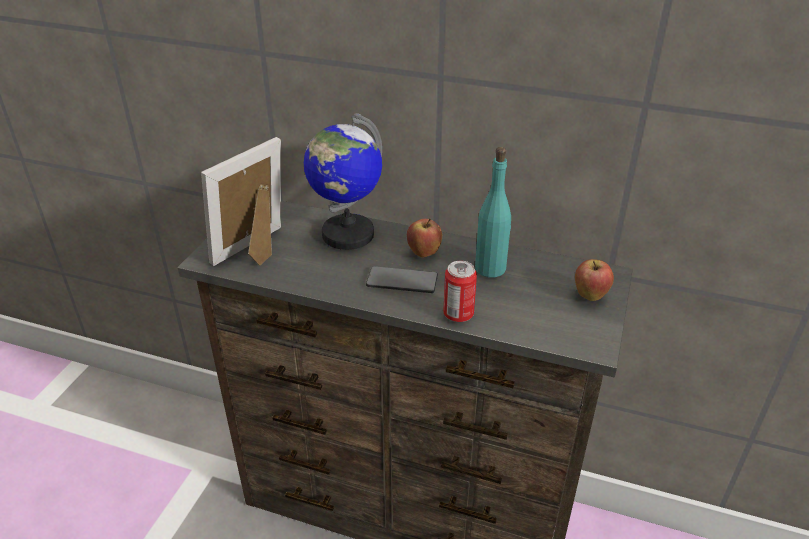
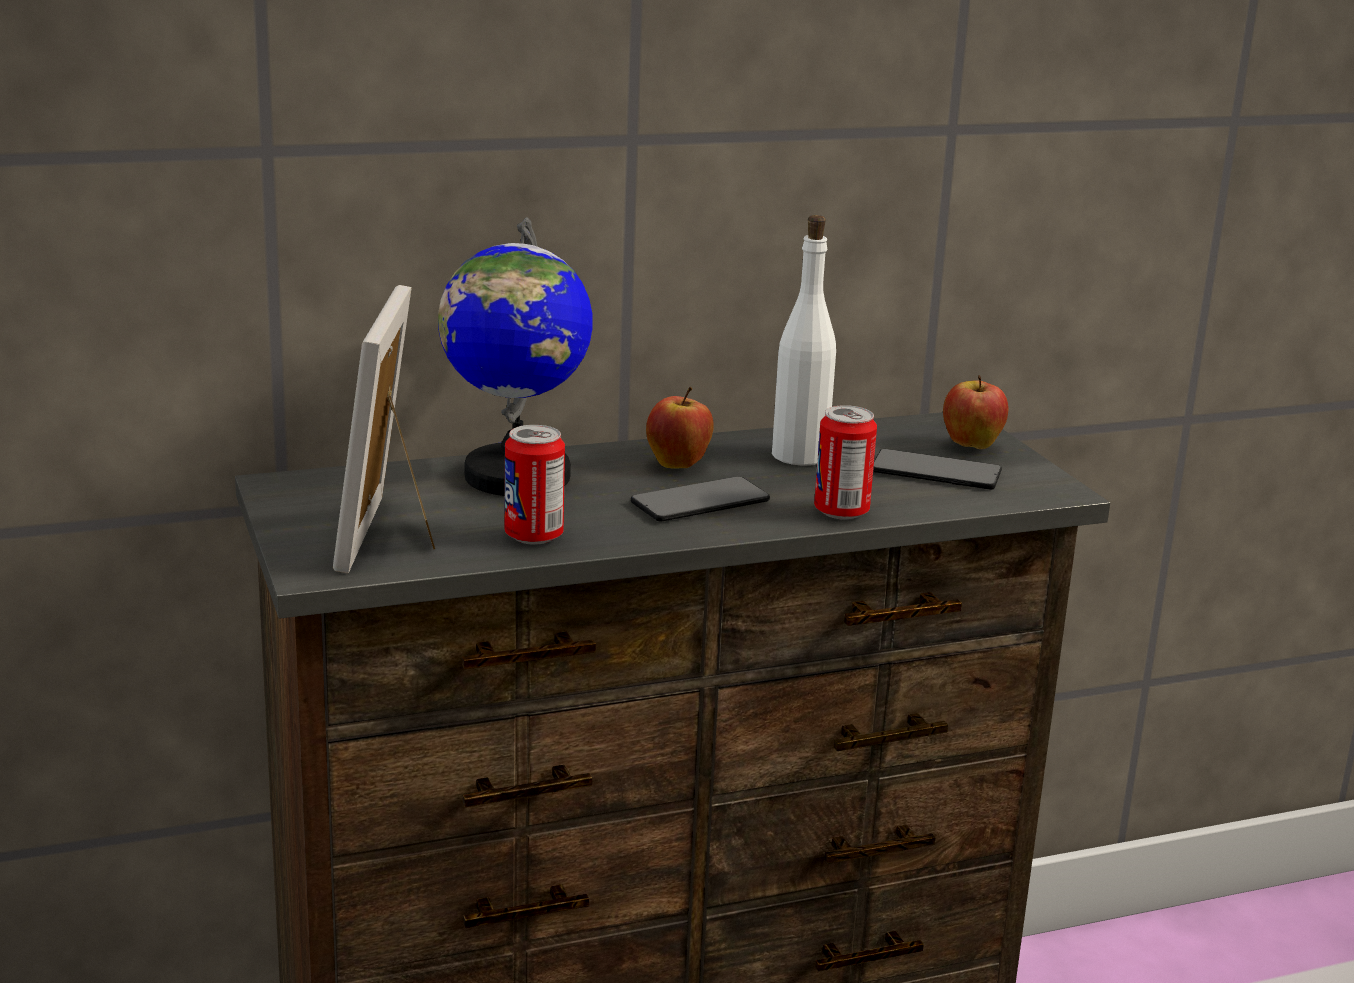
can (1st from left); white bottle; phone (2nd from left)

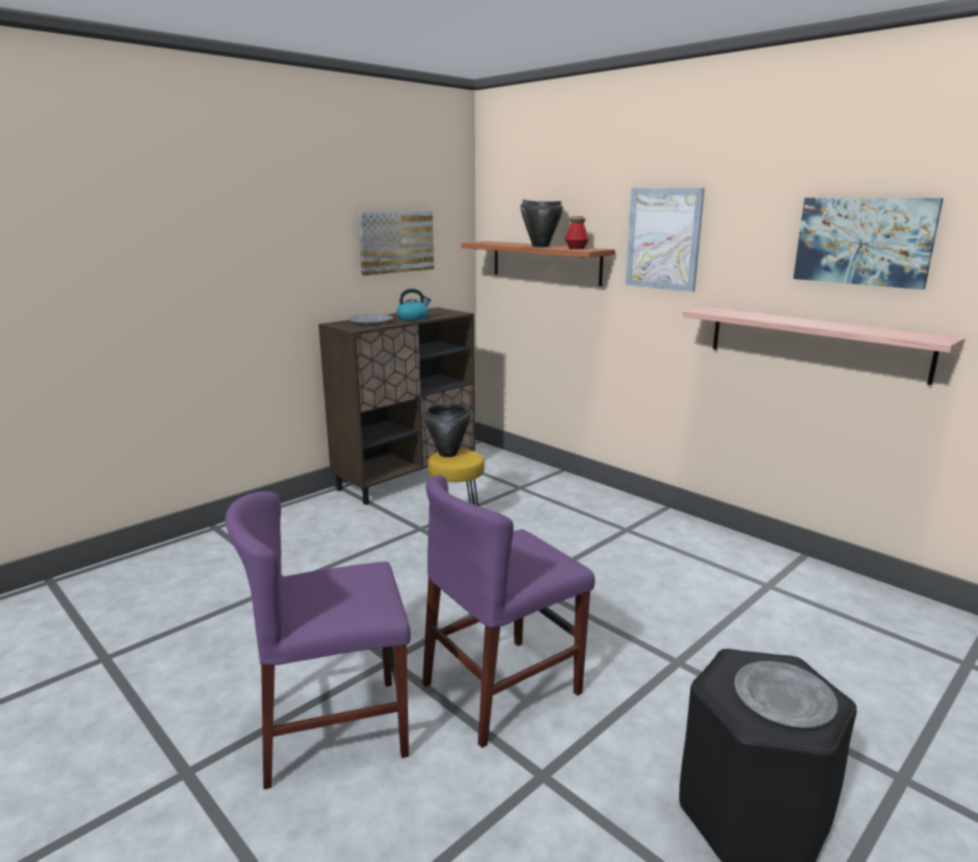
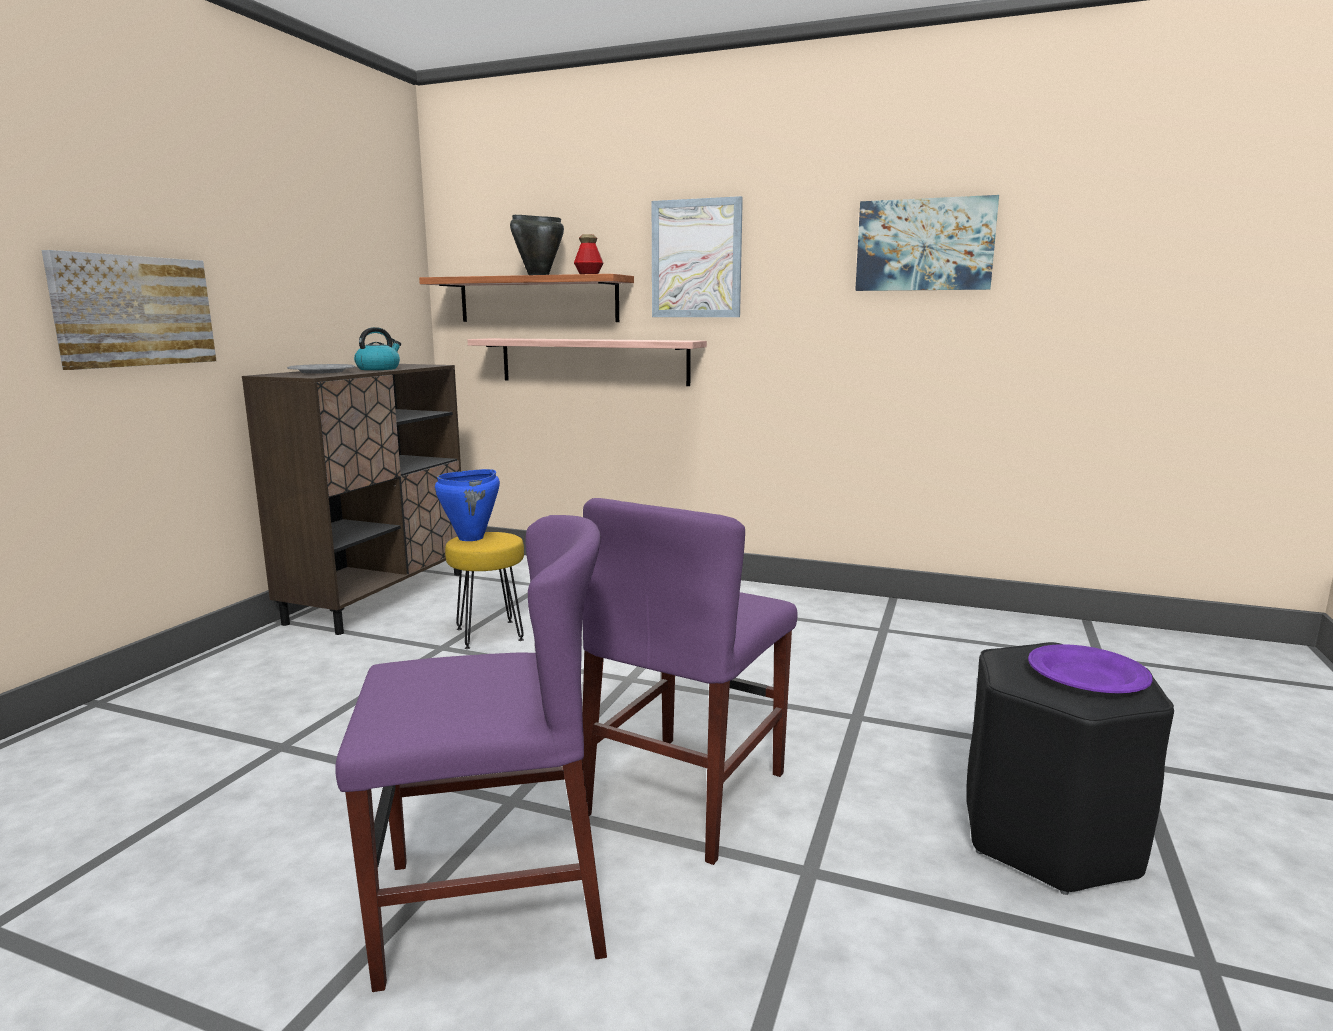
picture (1st from left); purple chair (1st from left); blue cooking pot; shelf (2nd from left); purple plate

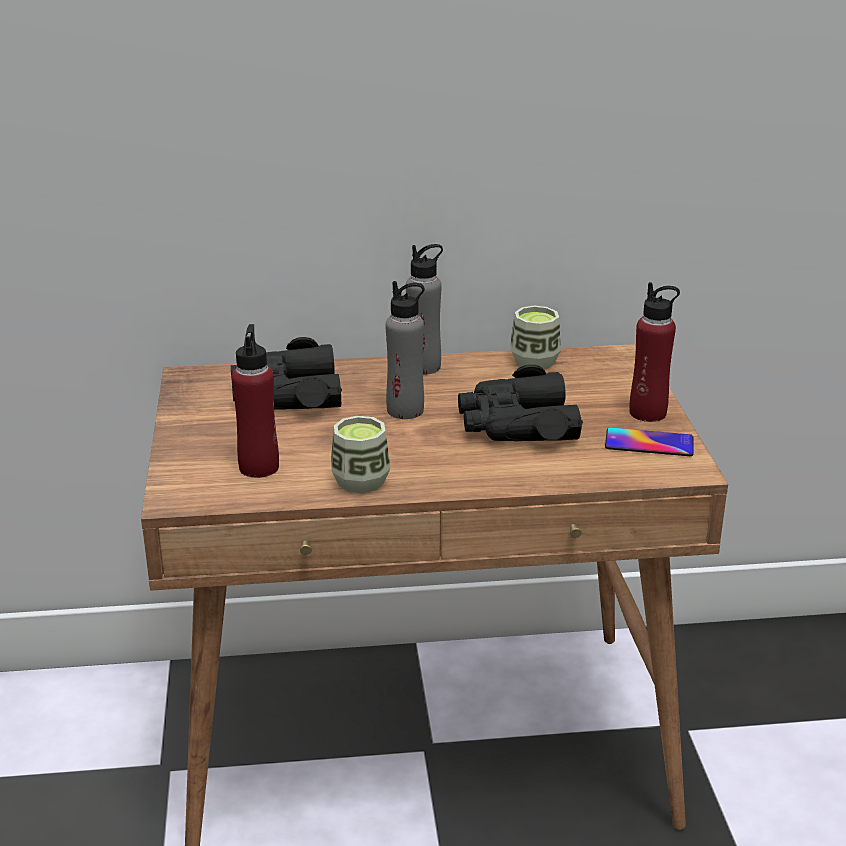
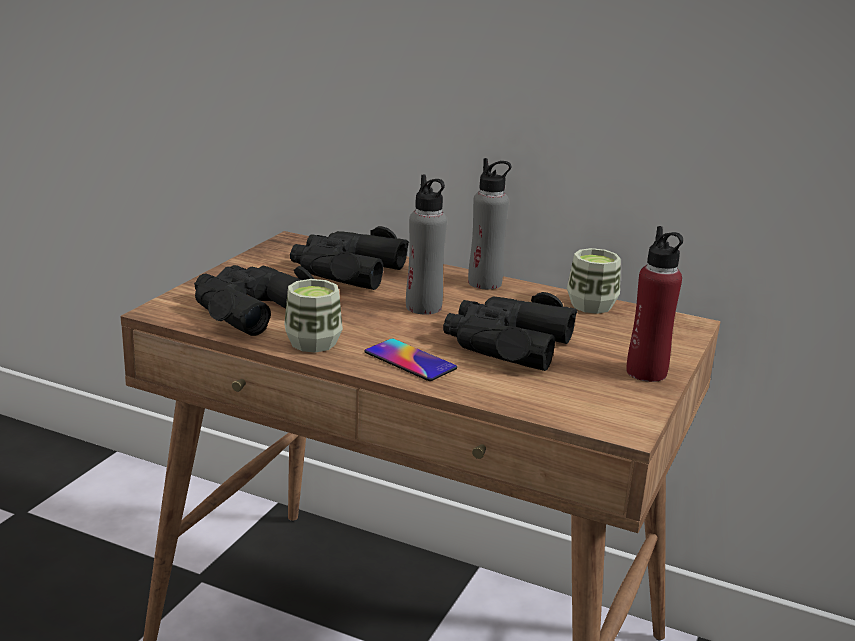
black binoculars (1st from left); phone

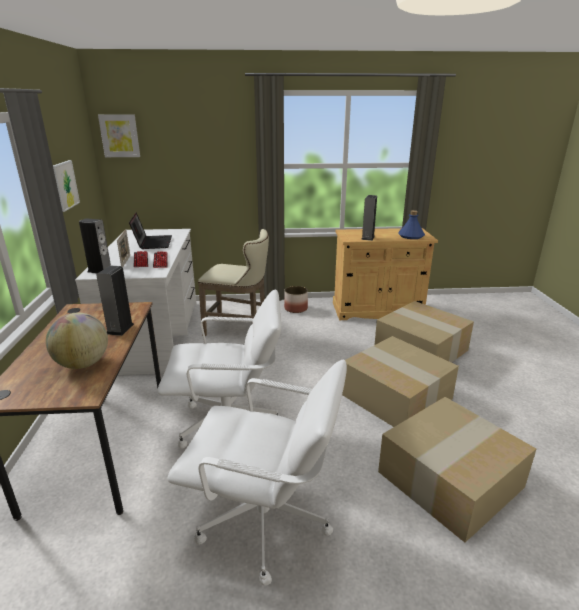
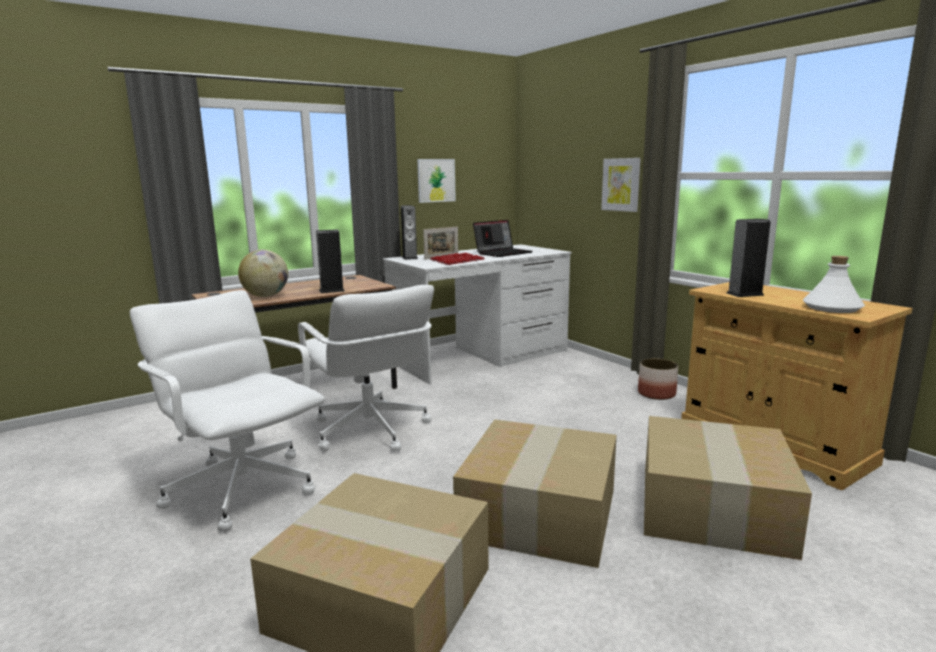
white office chair (1st from left); picture (2nd from left); white bottle; beige stool

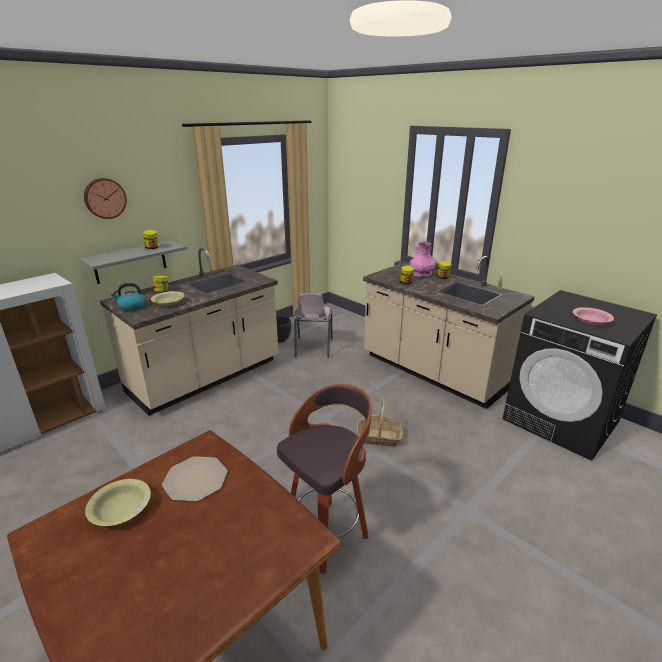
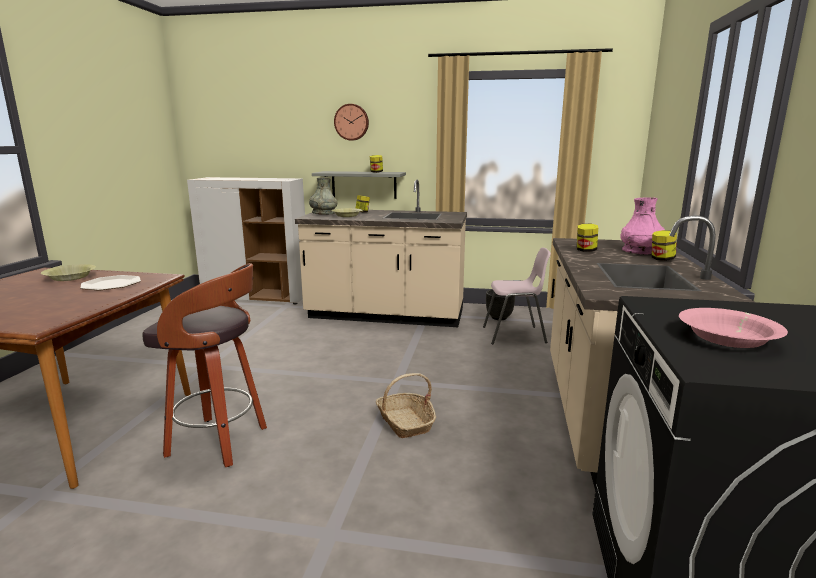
grey vase; pink chair

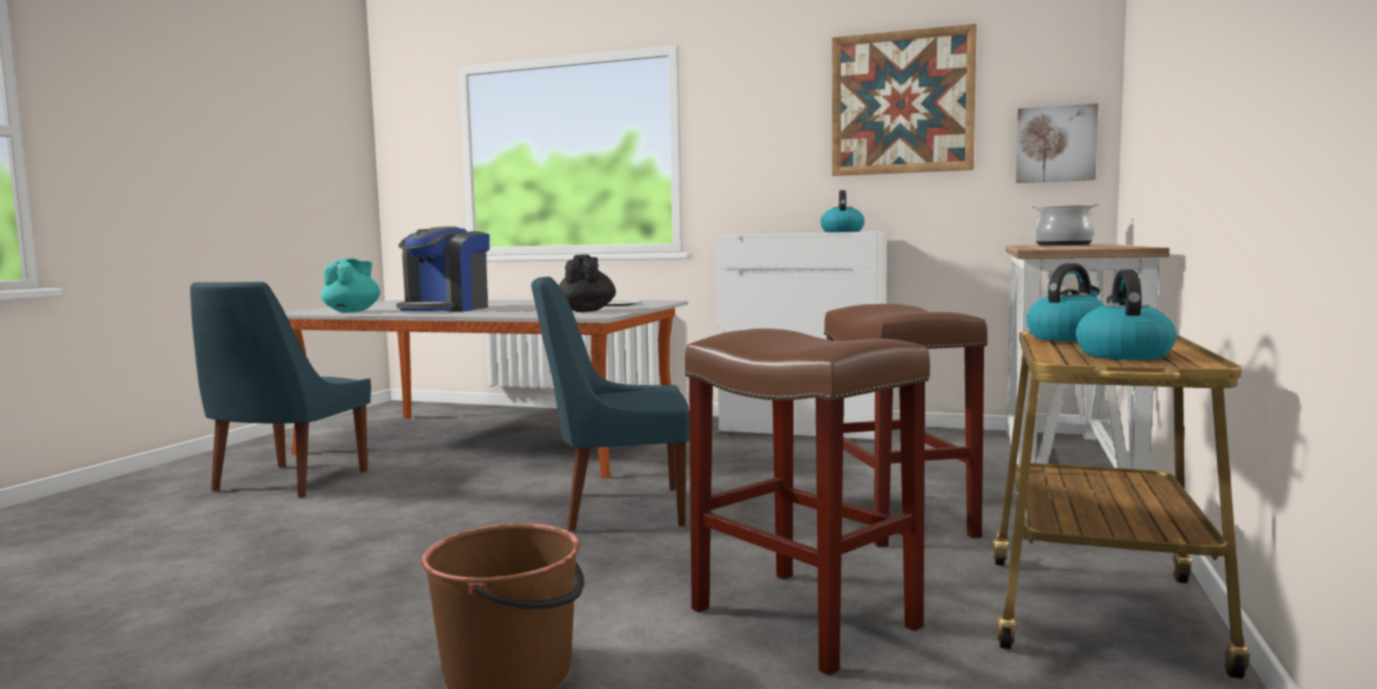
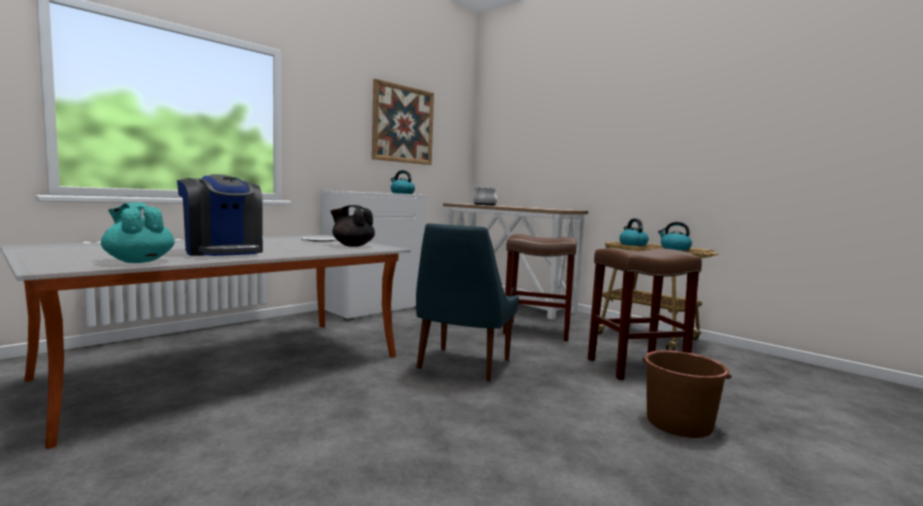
blue chair (1st from left in the first image); picture (2nd from left in the first image)

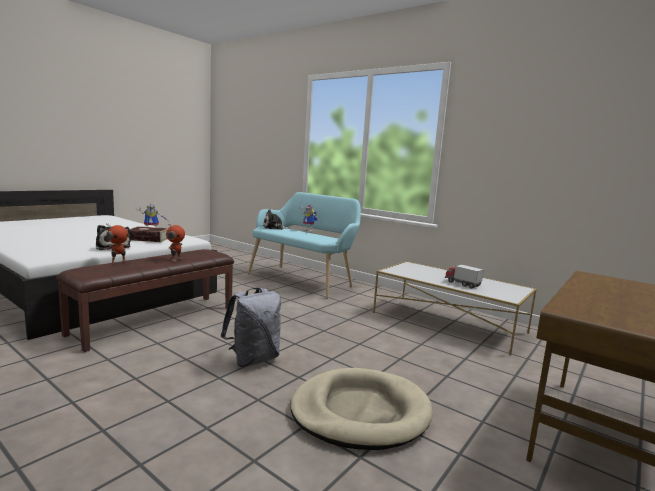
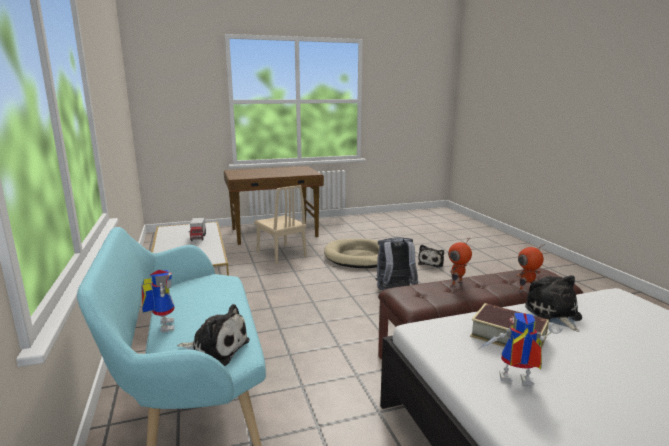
beige chair; plush toy (2nd from left)

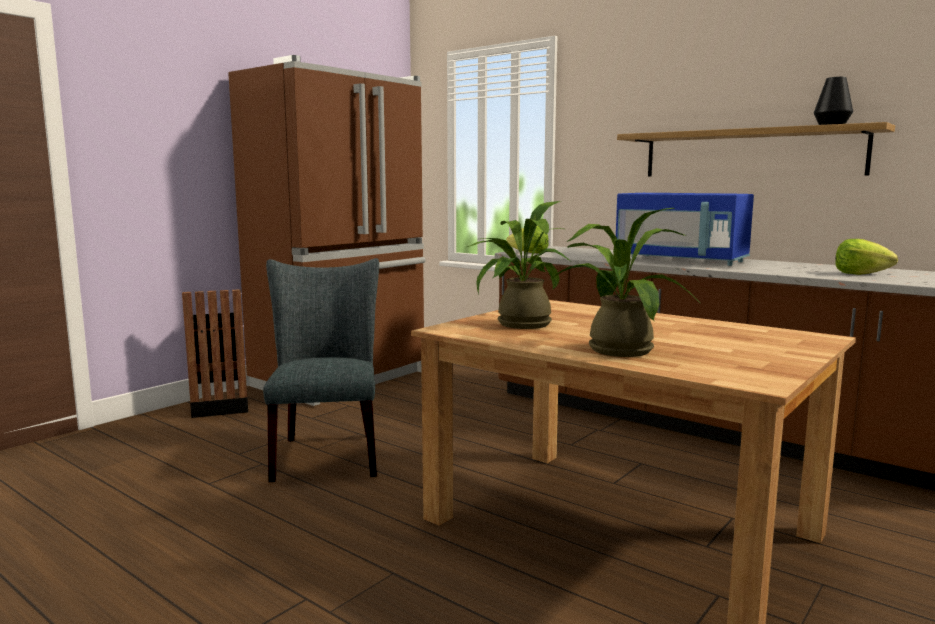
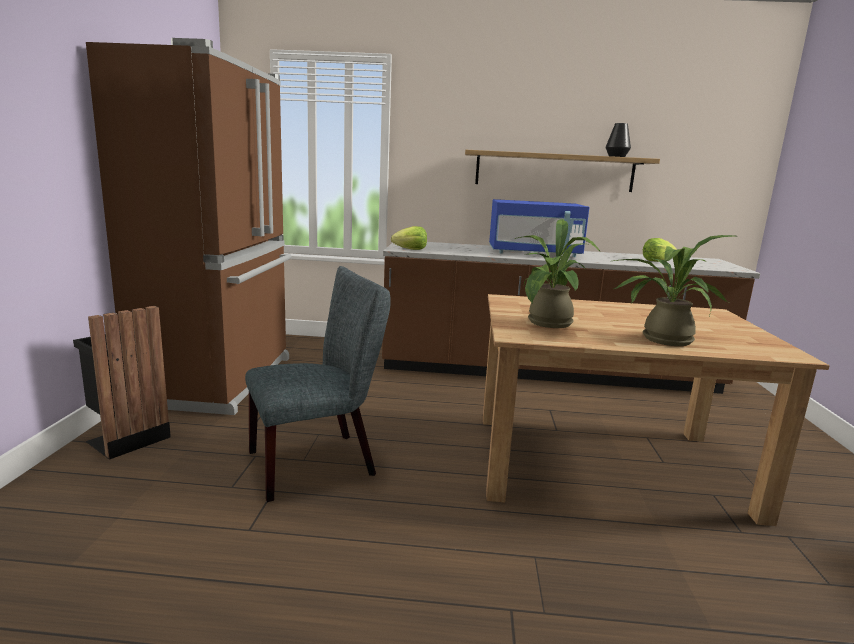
grey chair

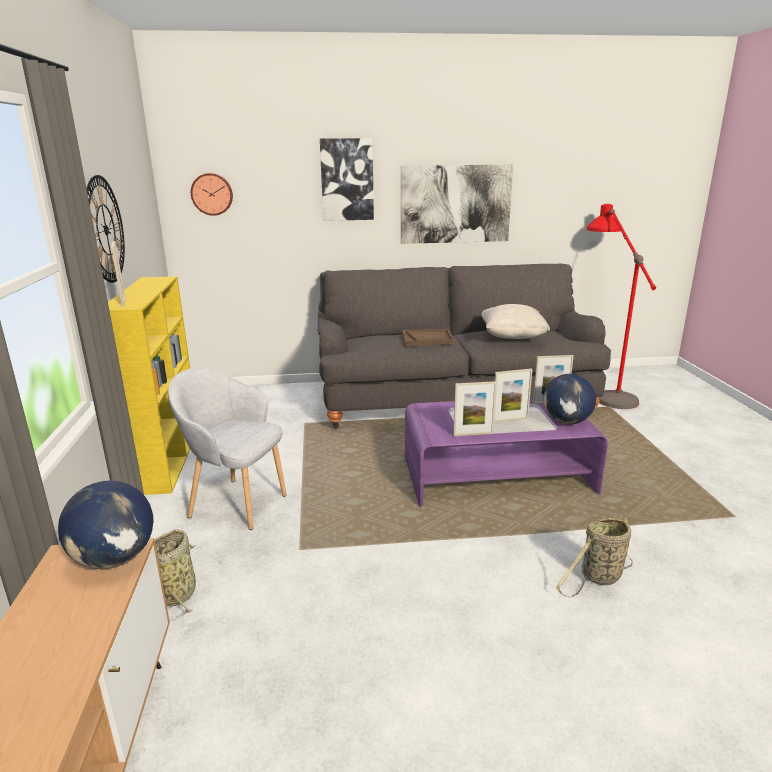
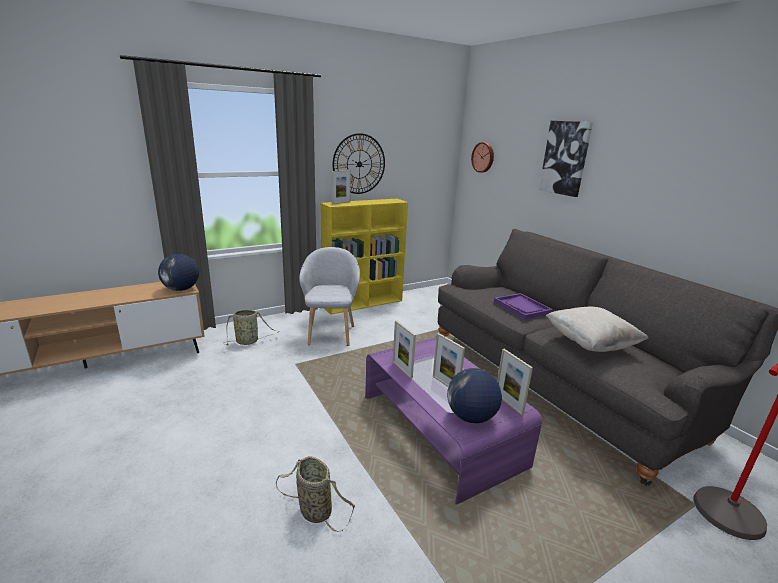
purple tray; picture (2nd from left in the first image)

